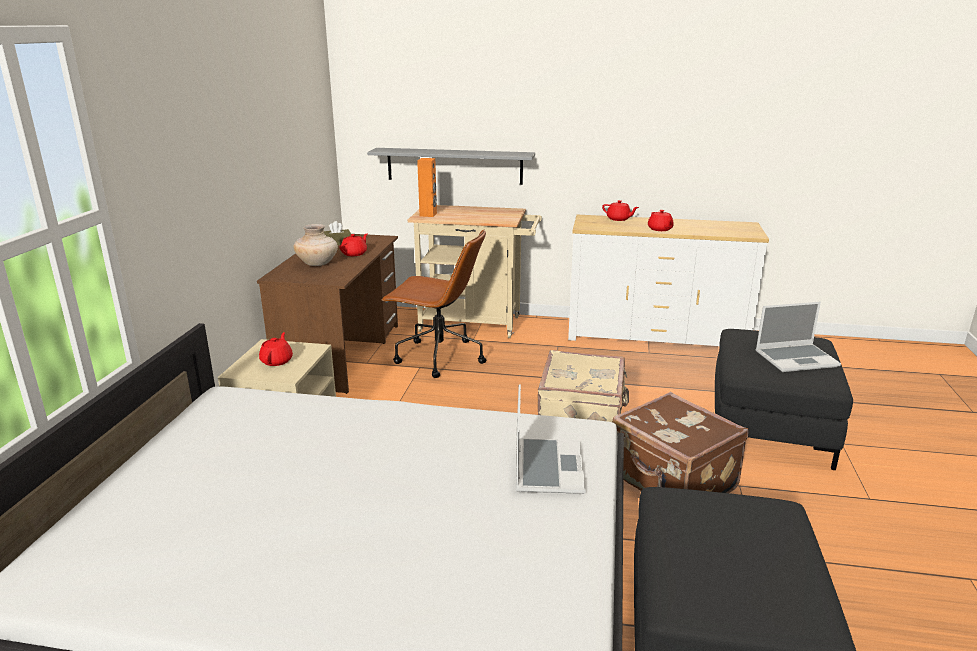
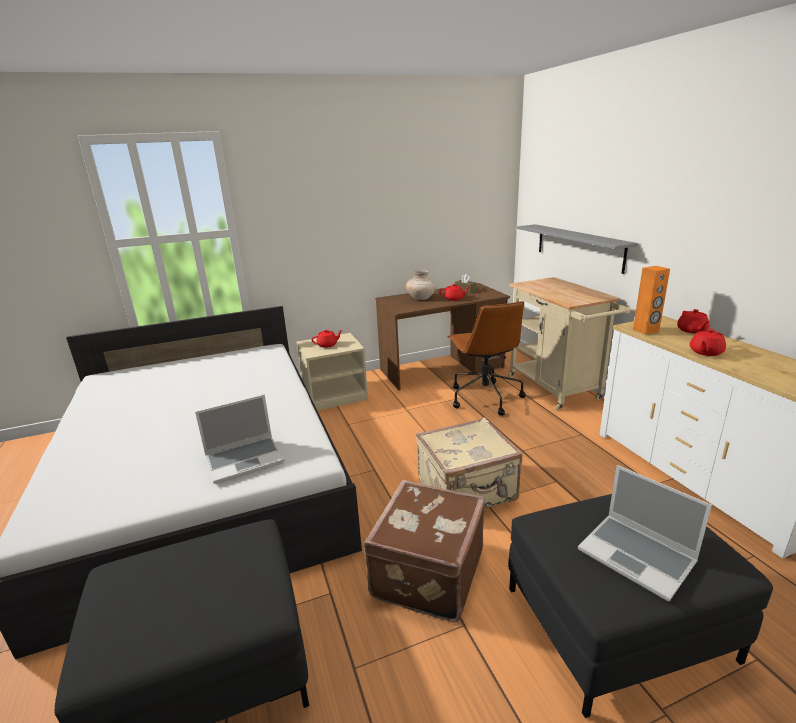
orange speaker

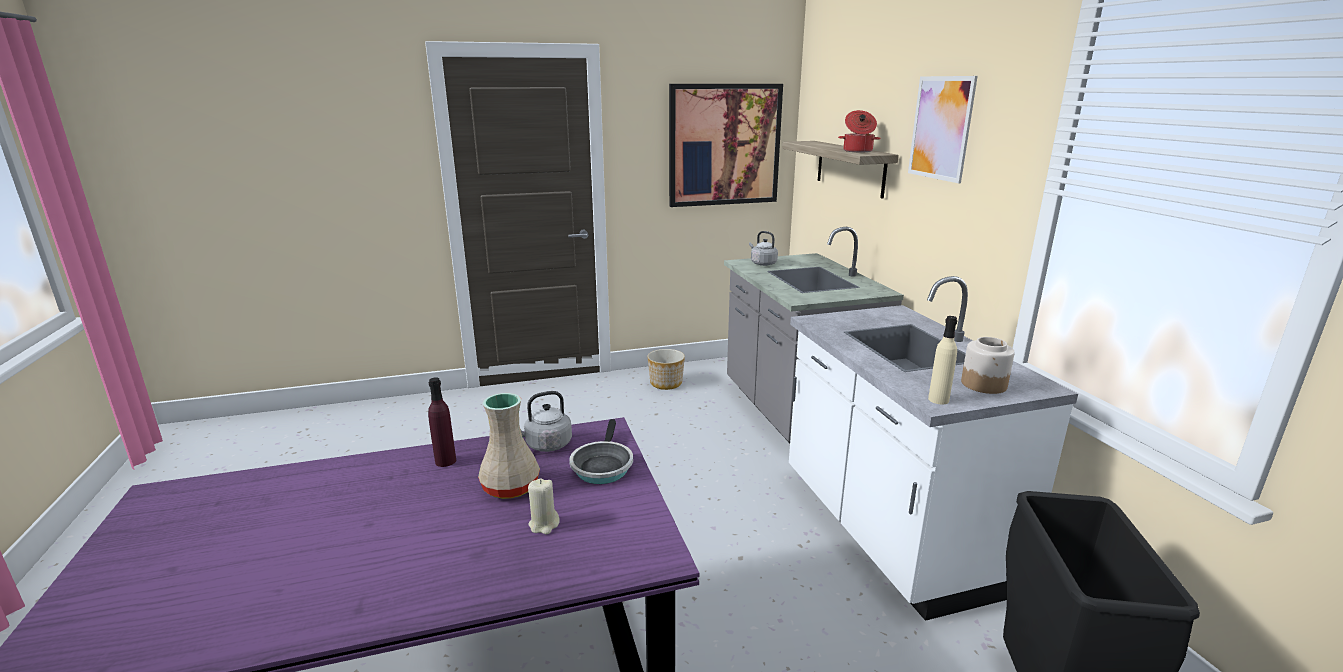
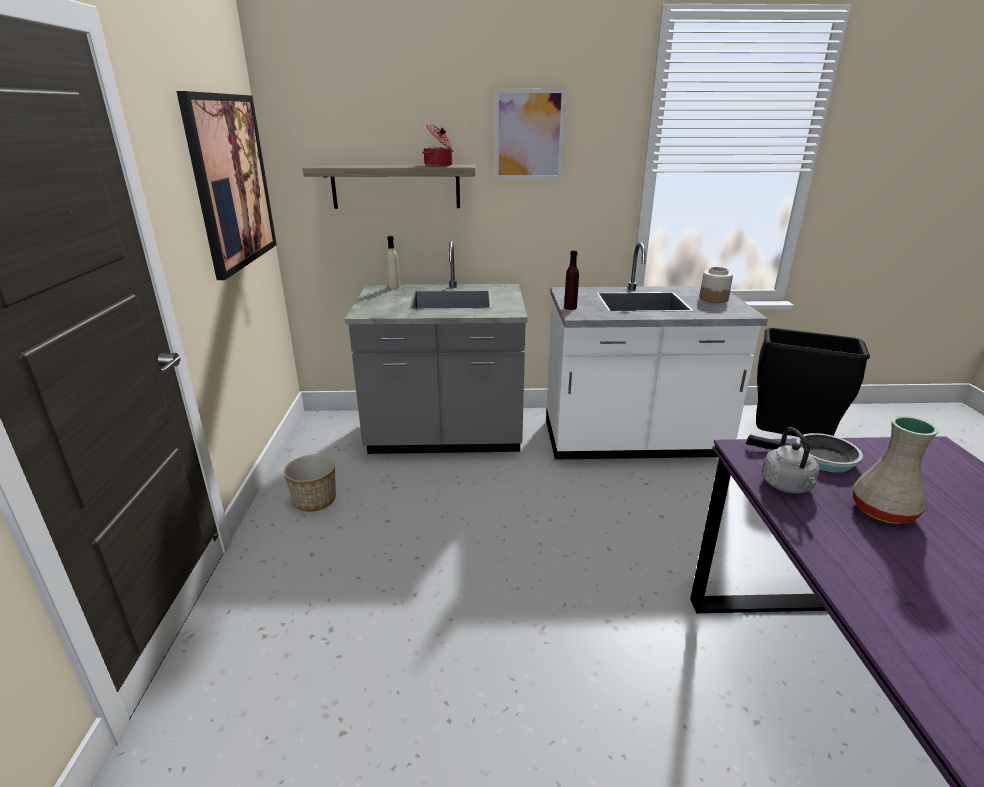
beige bottle; purple bottle; beige candle; grey kettle (2nd from left in the first image)

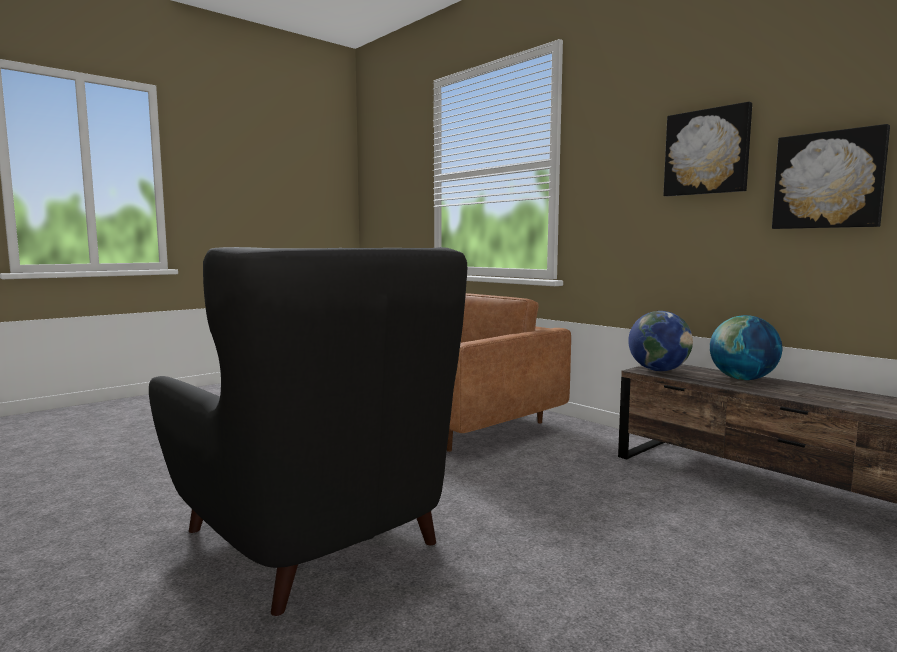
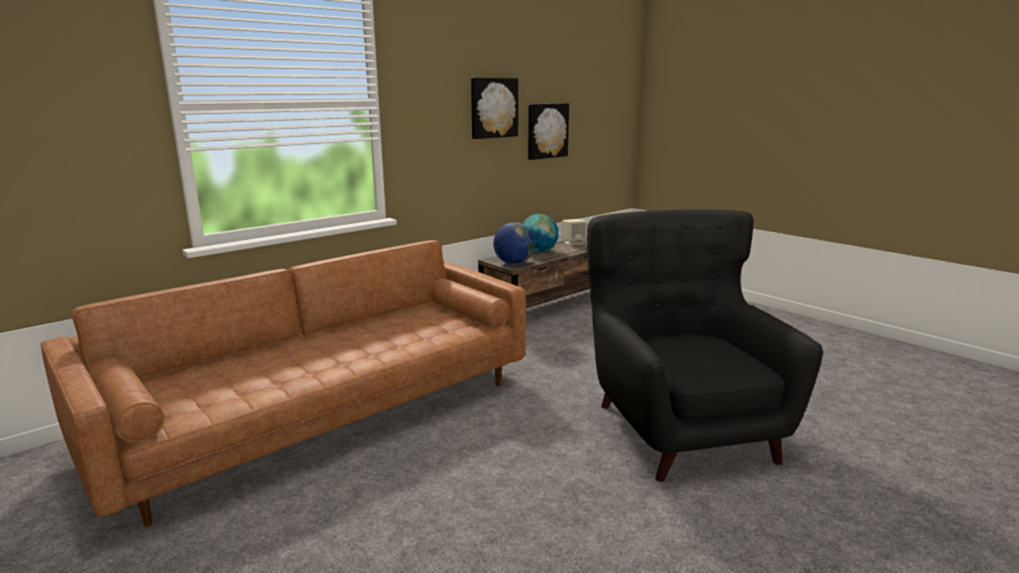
beige speaker; black armchair

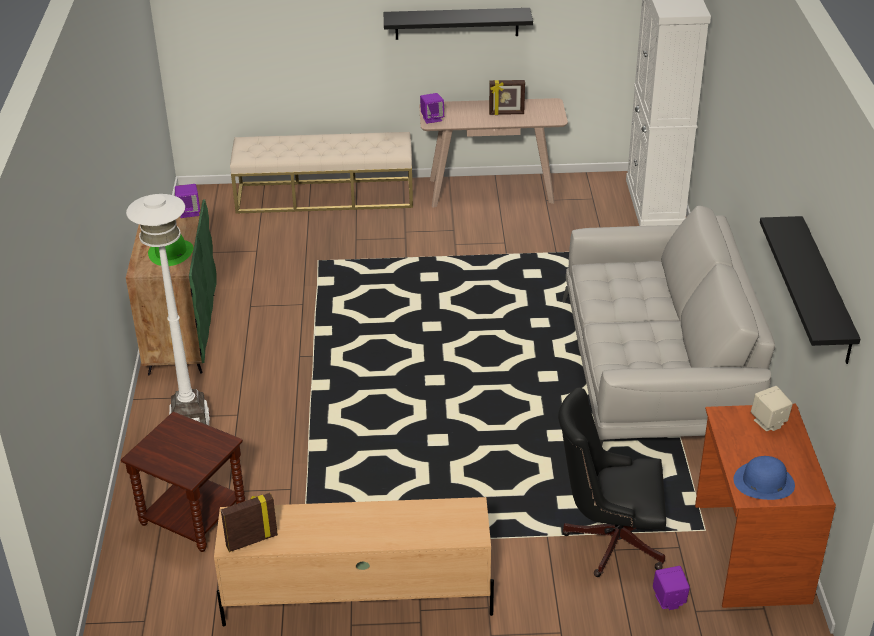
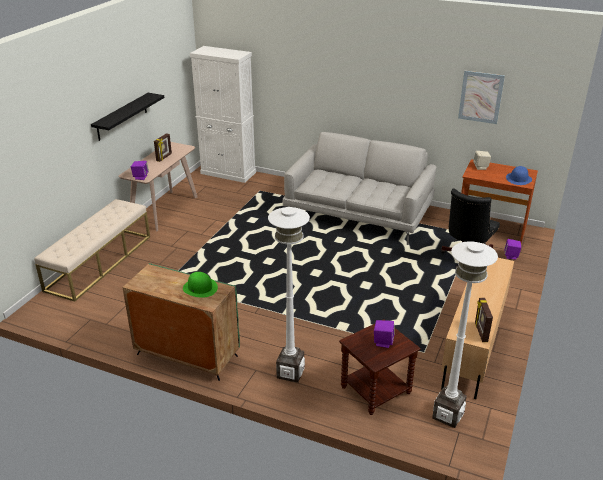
purple speaker (2nd from left); white floor lamp (2nd from left); picture

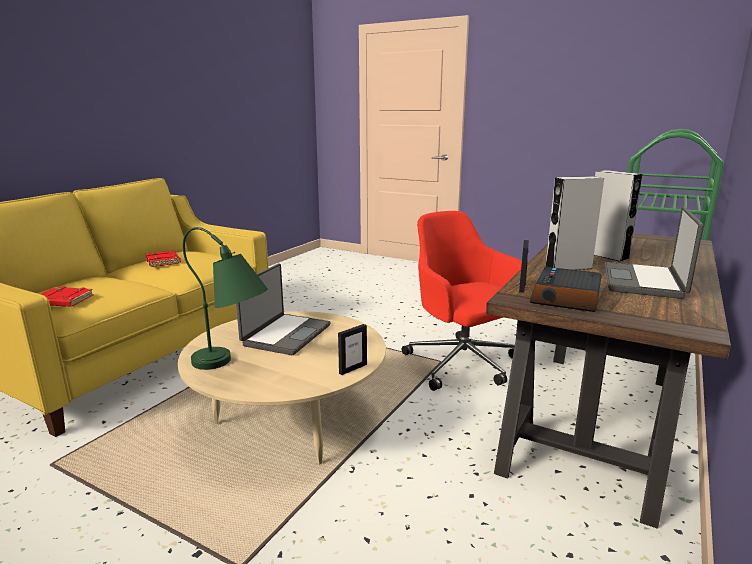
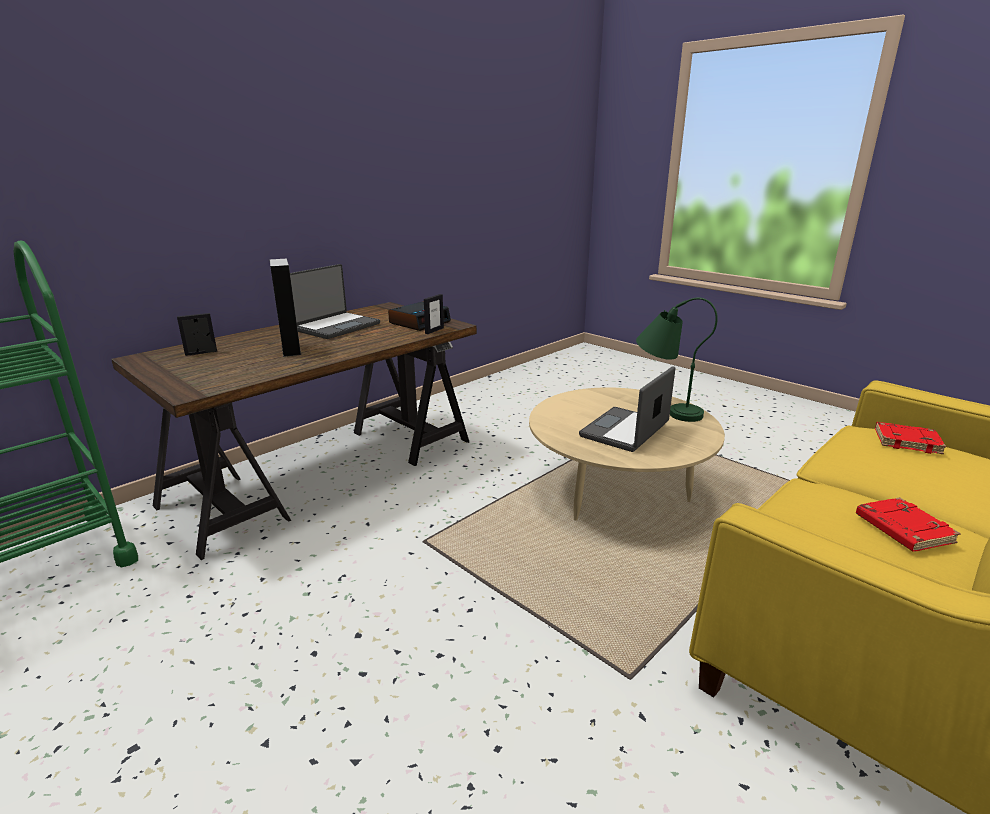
picture frame (1st from left); red office chair; grey speaker (1st from left in the first image)

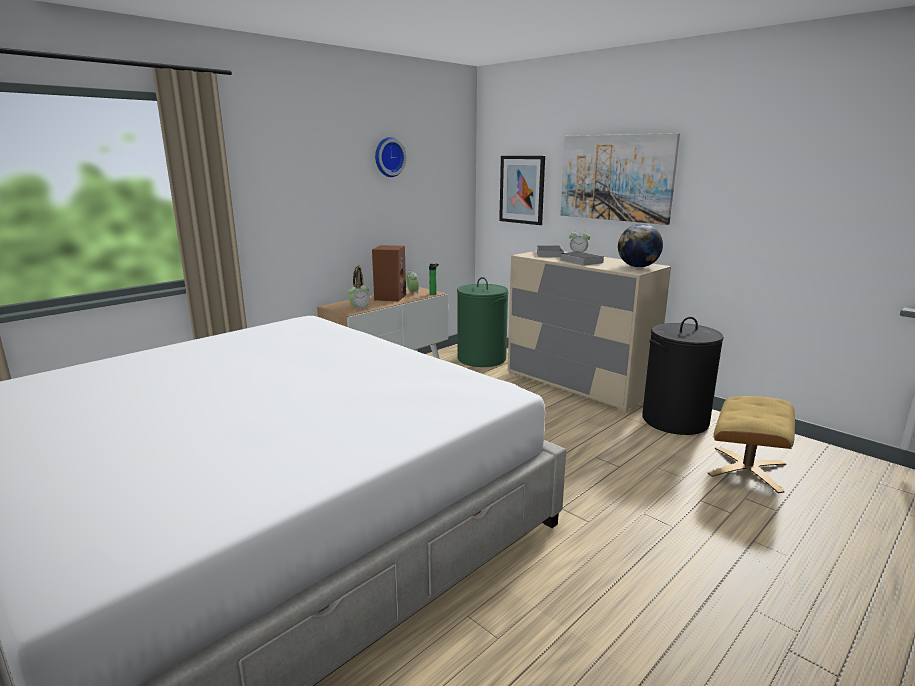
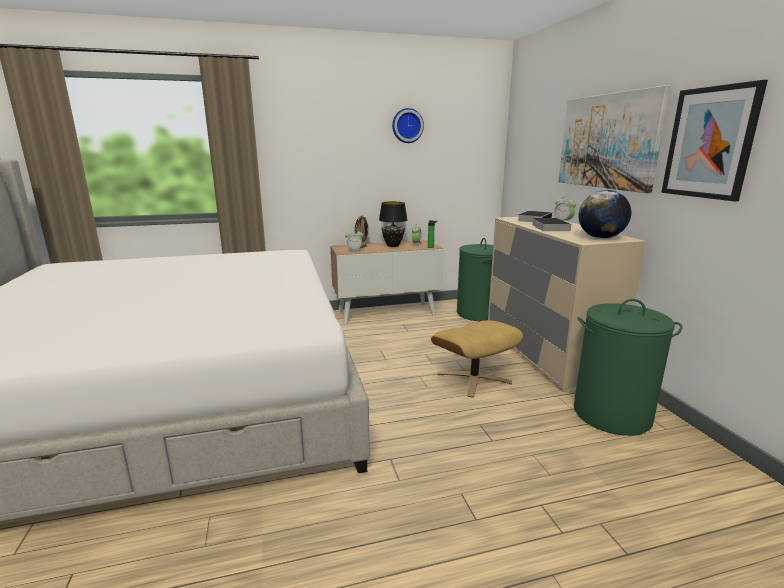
black table lamp; beige ottoman; green laundry basket (2nd from left); picture (2nd from left)

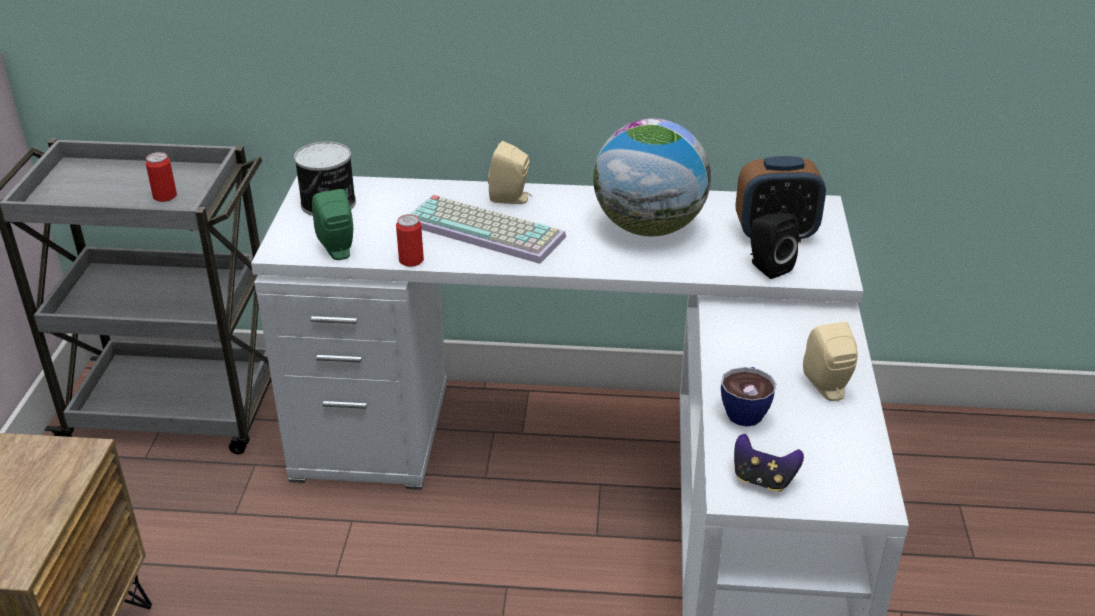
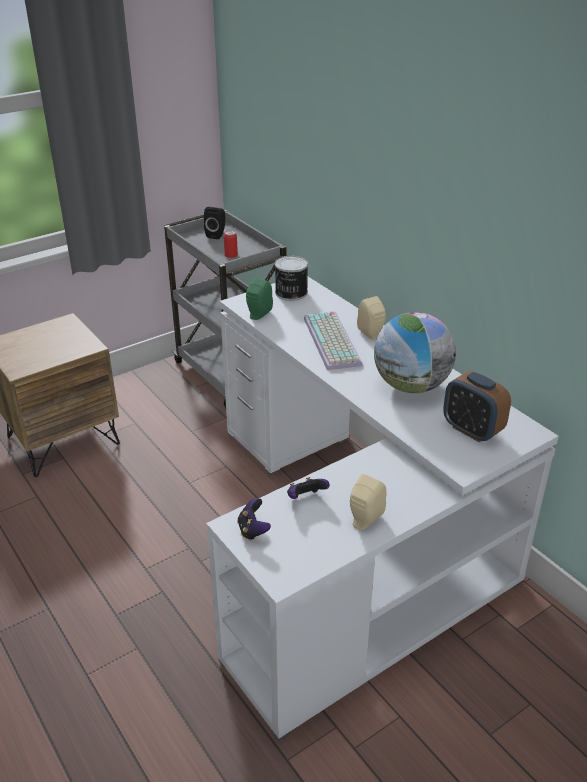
black speaker; game controller (2nd from left); can (3rd from left in the first image)

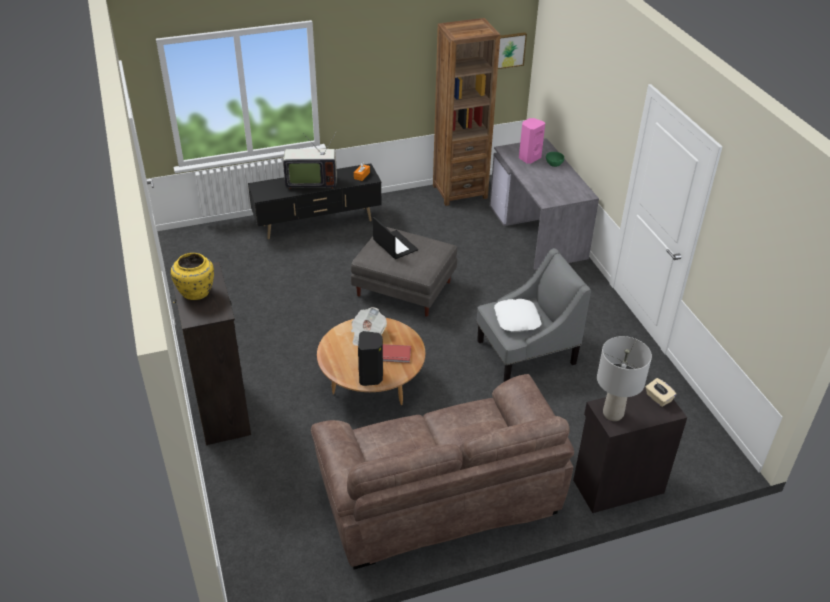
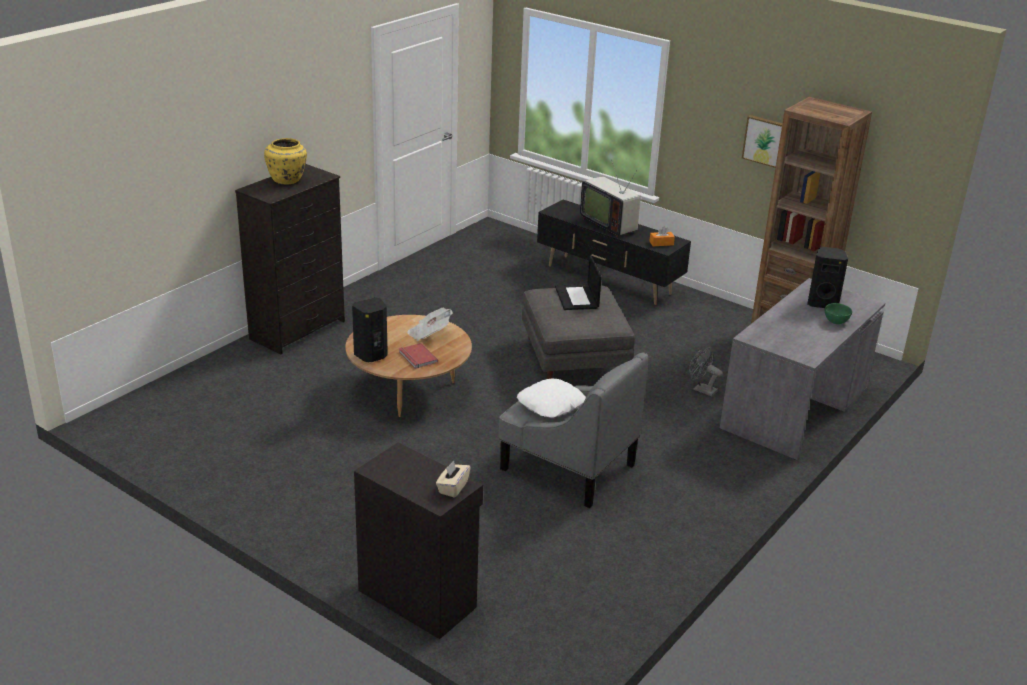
laptop; grey fan; picture; black speaker (2nd from left); brown sofa; grey table lamp

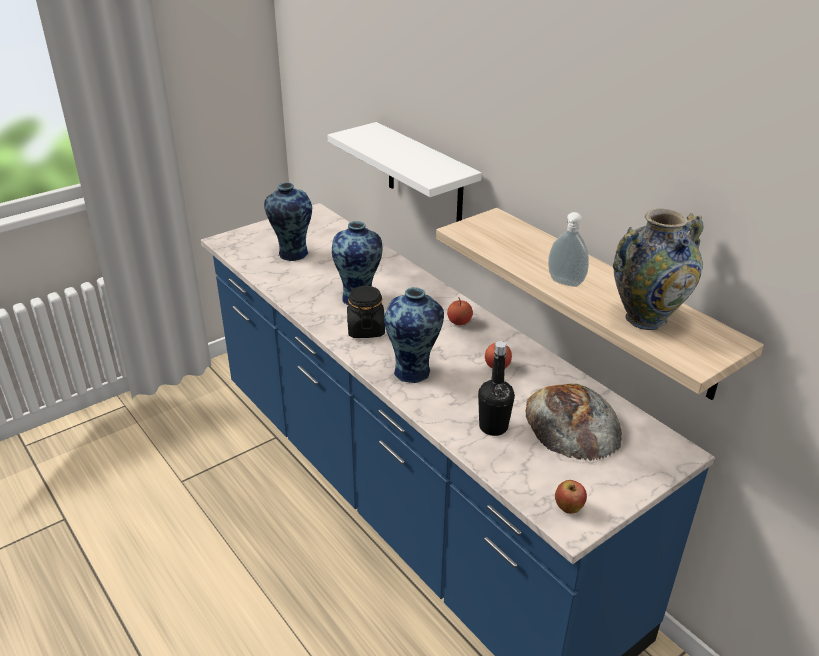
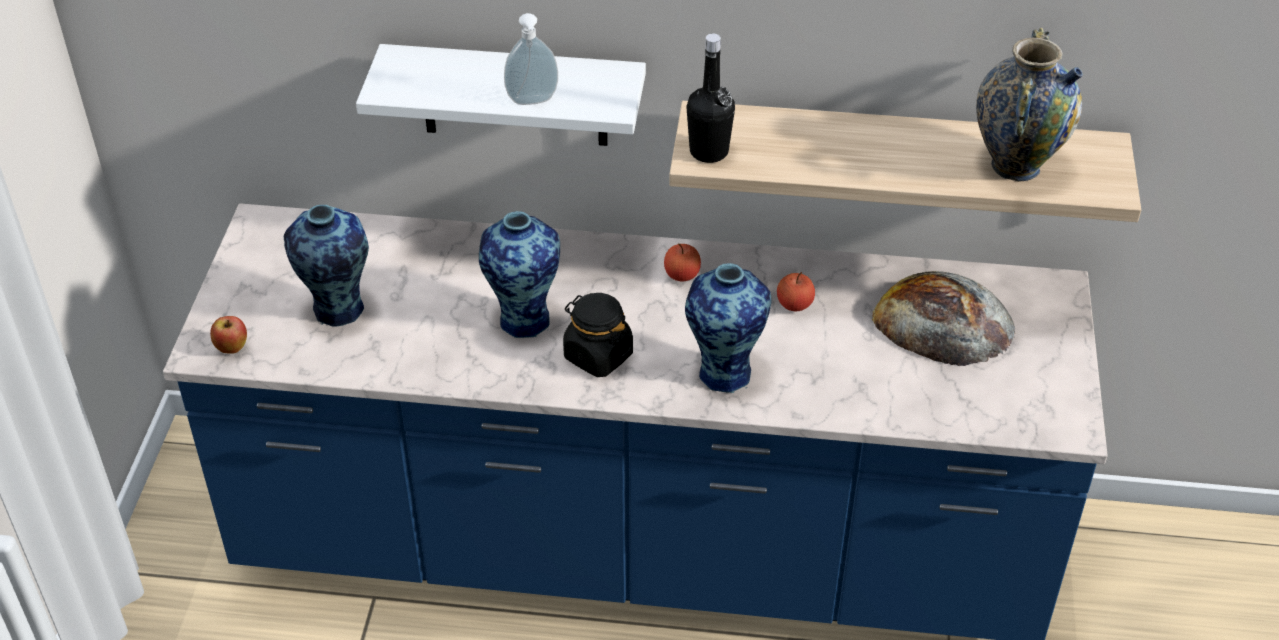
apple (1st from left); soap dispenser; black bottle

